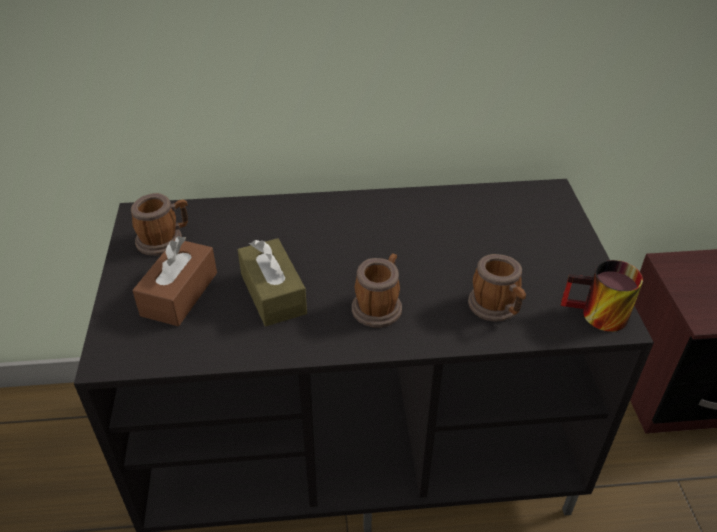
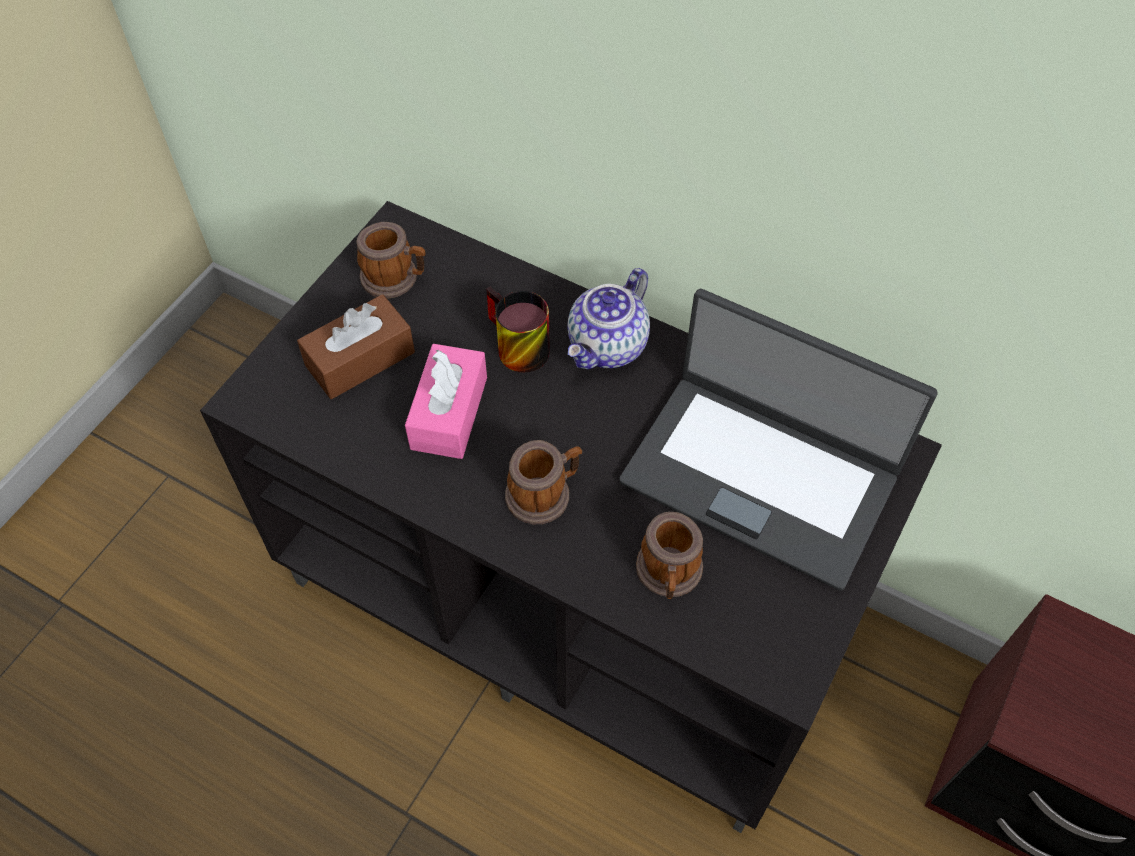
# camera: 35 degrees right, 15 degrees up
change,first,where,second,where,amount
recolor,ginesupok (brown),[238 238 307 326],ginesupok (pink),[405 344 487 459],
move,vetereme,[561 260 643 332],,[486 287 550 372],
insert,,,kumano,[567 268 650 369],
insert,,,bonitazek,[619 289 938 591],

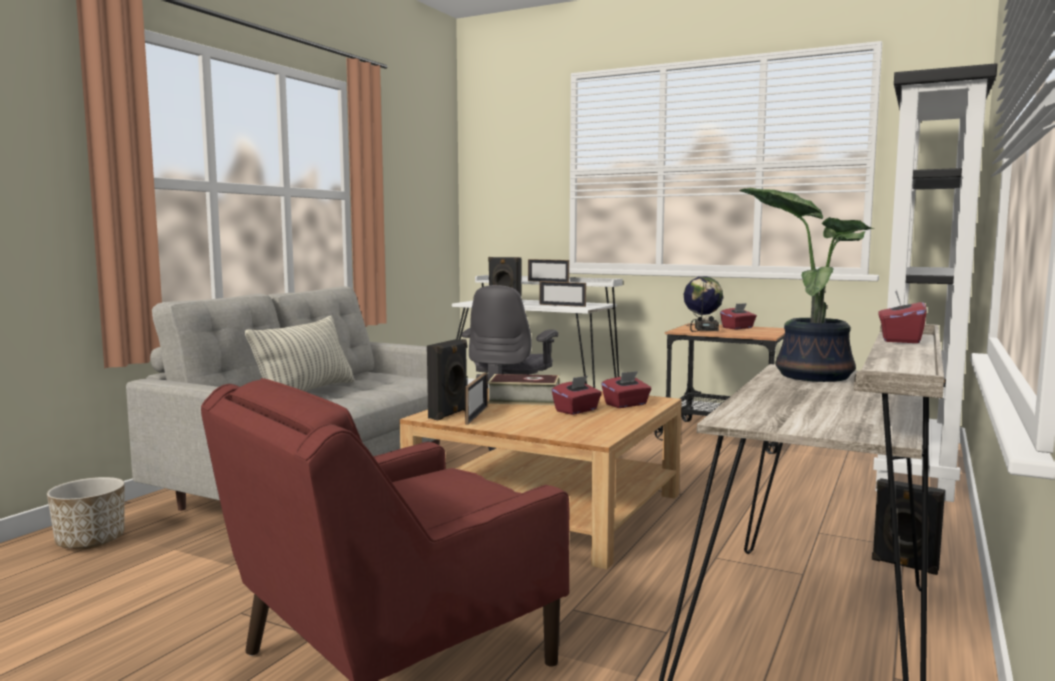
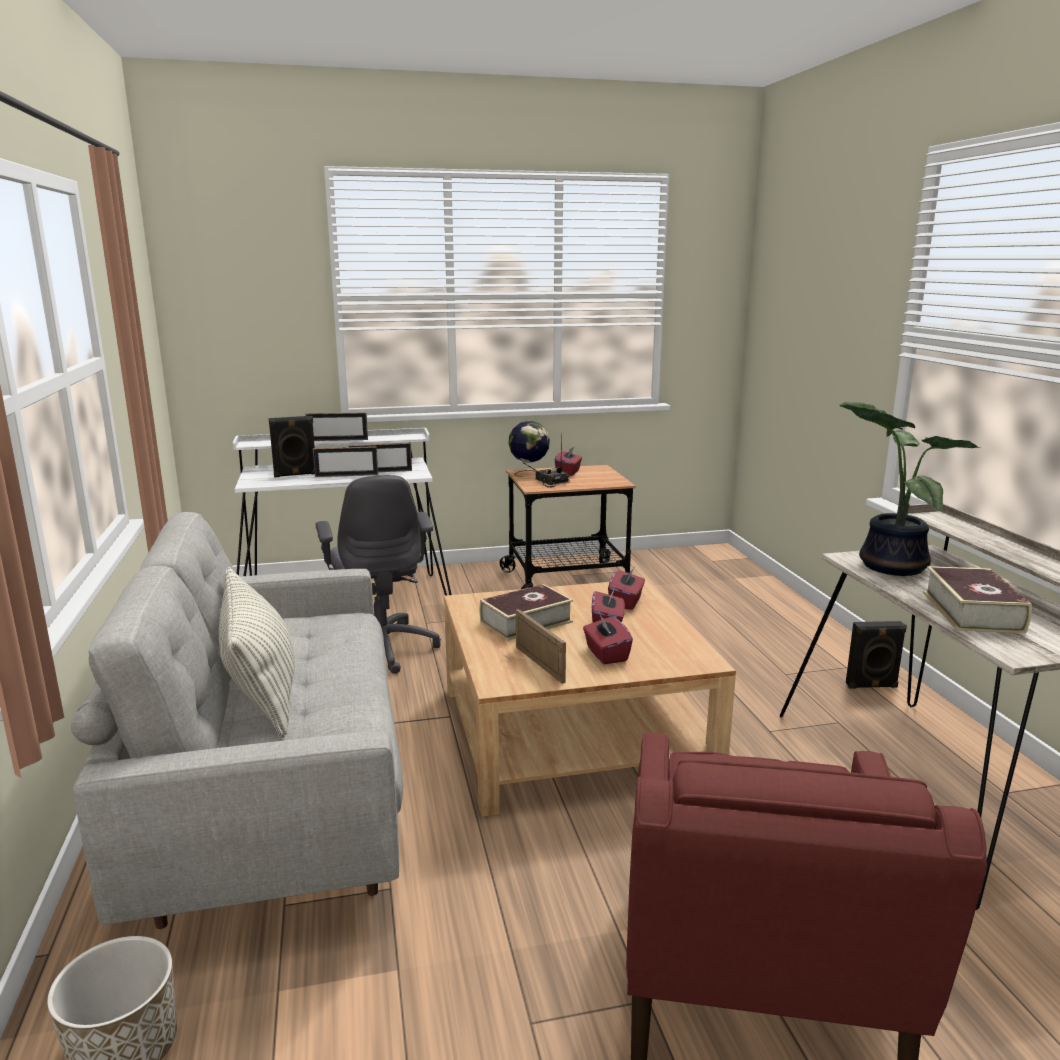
# camera: 40 degrees left, 10 degrees up
change,first,where,second,where,amount
delete,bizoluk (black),[873 63 997 502],,,
move,ginesupok (red),[878 289 927 343],,[583 613 633 664],
delete,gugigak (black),[427 339 467 420],,,
insert,,,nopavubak,[313 446 378 477],
insert,,,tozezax,[923 566 1032 633],

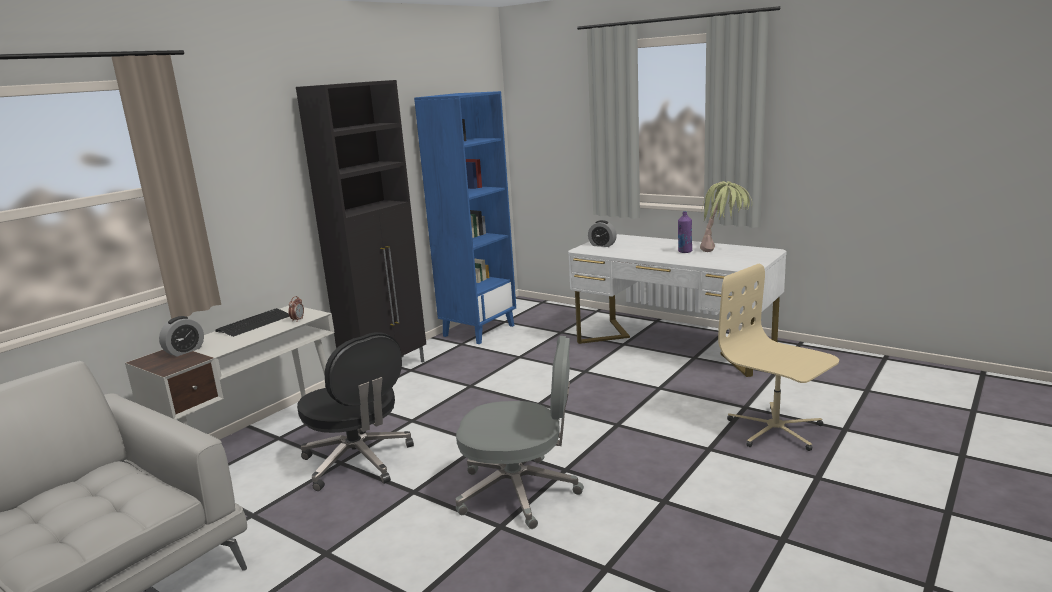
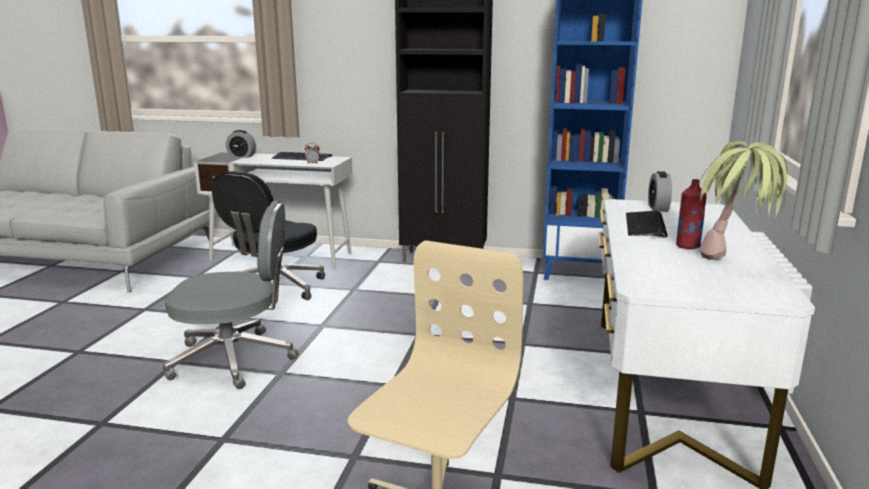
# camera: 65 degrees right, 0 degrees up
change,first,where,second,where,amount
recolor,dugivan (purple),[678 211 692 253],dugivan (red),[676 179 707 249],
rotate,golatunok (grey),[455 336 584 529],,[163 201 299 389],75 degrees counterclockwise
insert,,,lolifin,[626 211 667 238],

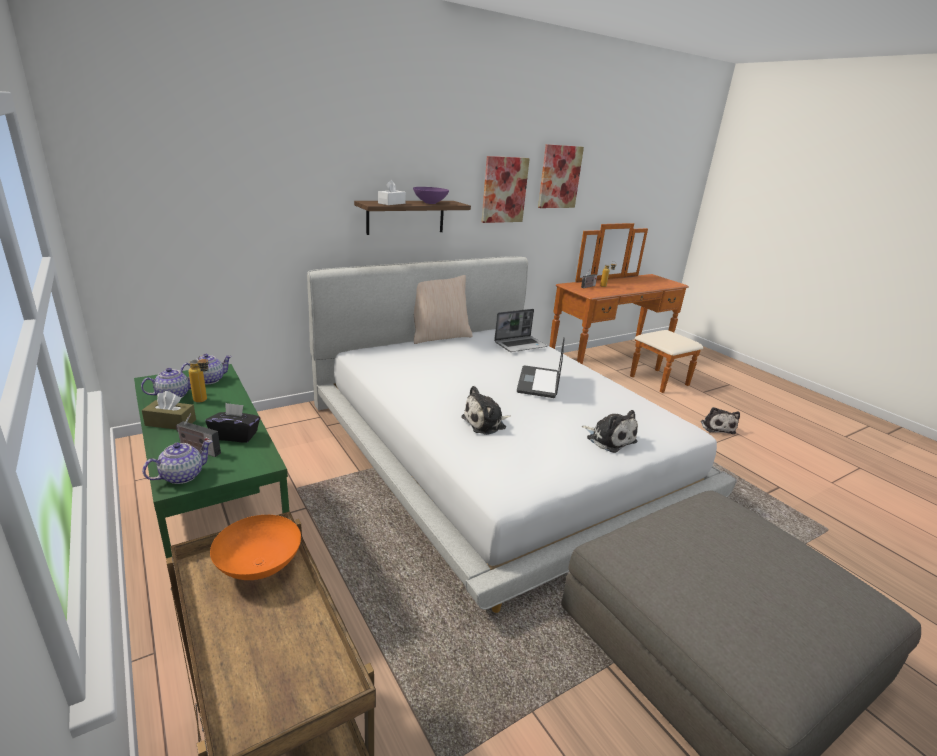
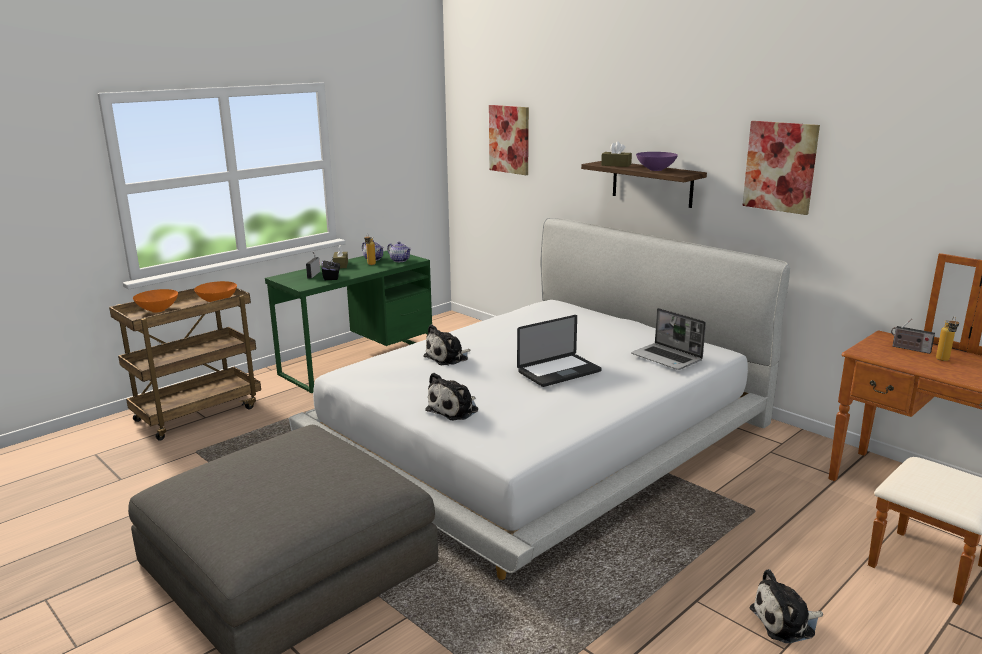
# camera: 80 degrees right, 5 degrees down
change,first,where,second,where,amount
move,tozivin,[538 144 584 208],,[489 105 529 175],
recolor,ginesupok (white),[378 180 406 205],ginesupok (brown),[601 141 632 167],
delete,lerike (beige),[414 275 473 344],,,
rotate,bonitazek,[517 338 564 398],,[517 315 601 387],150 degrees clockwise
rotate,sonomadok,[461 386 511 435],,[423 324 471 365],90 degrees counterclockwise
delete,kumano,[142 440 212 484],,,
insert,,,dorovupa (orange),[133 289 178 313],

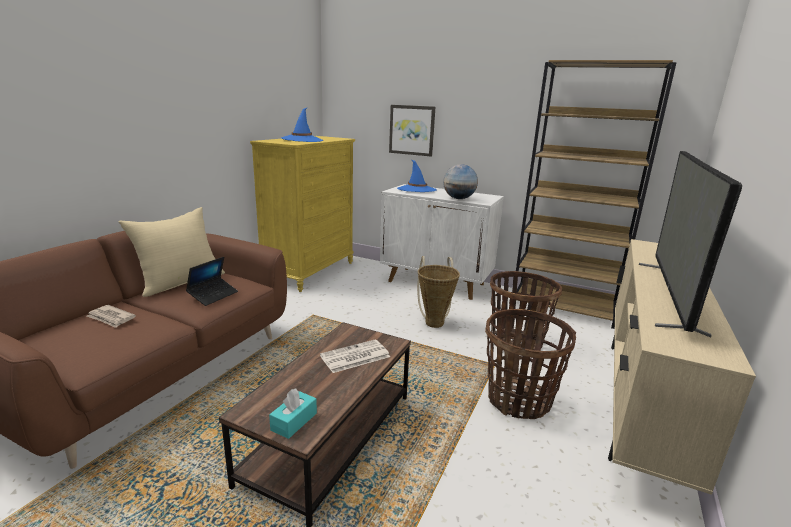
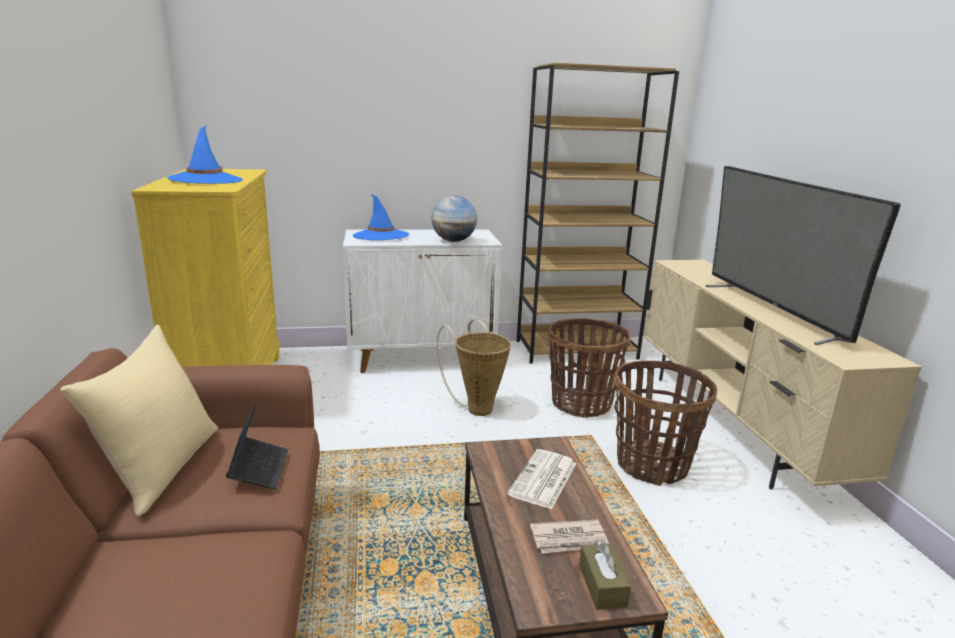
# camera: 35 degrees left, 0 degrees up
change,first,where,second,where,amount
delete,tozivin,[389 105 435 157],,,
move,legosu,[87 305 136 328],,[530 520 609 554],
recolor,ginesupok (turquoise),[269 389 317 439],ginesupok (brown),[579 541 631 610],

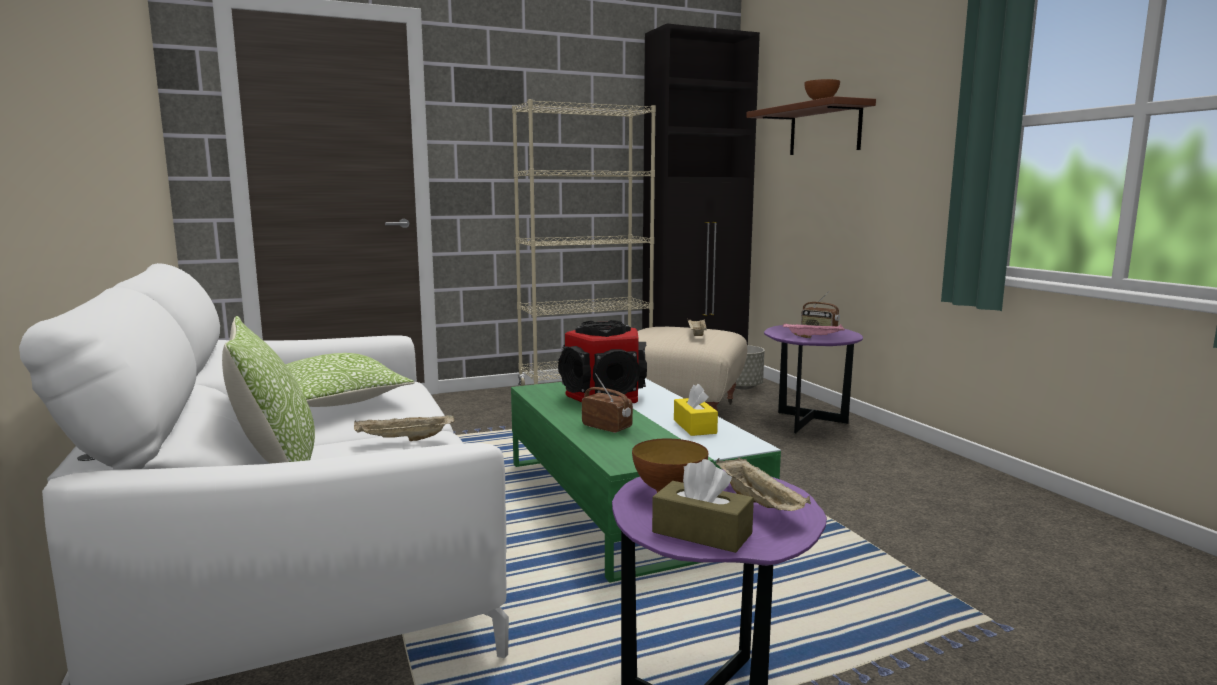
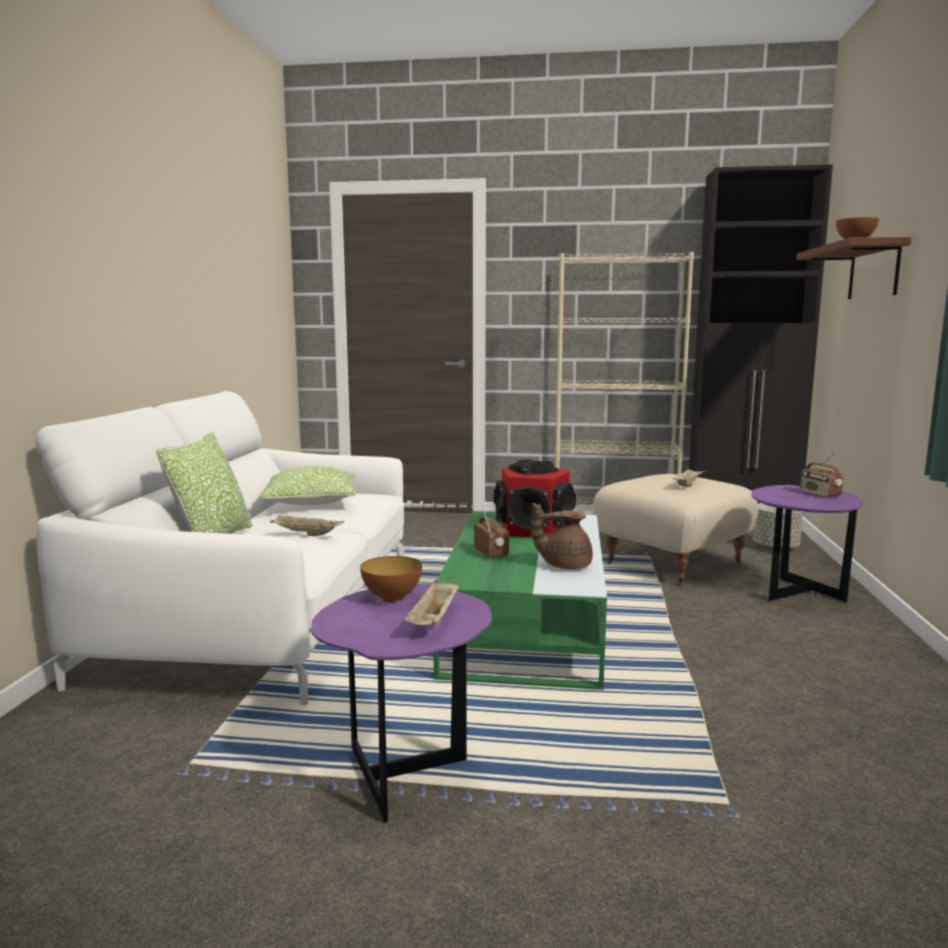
# camera: 30 degrees right, 0 degrees up
change,first,where,second,where,amount
delete,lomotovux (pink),[783 323 845 338],,,
replace,ginesupok (yellow),[674 384 718 436],kumano (brown),[532 503 593 569],
delete,ginesupok (brown),[652 459 754 553],,,

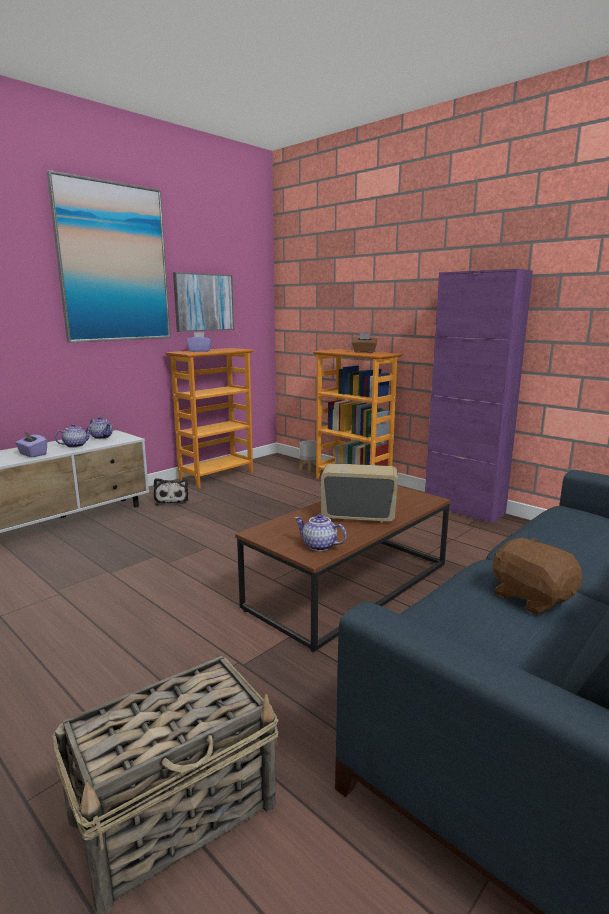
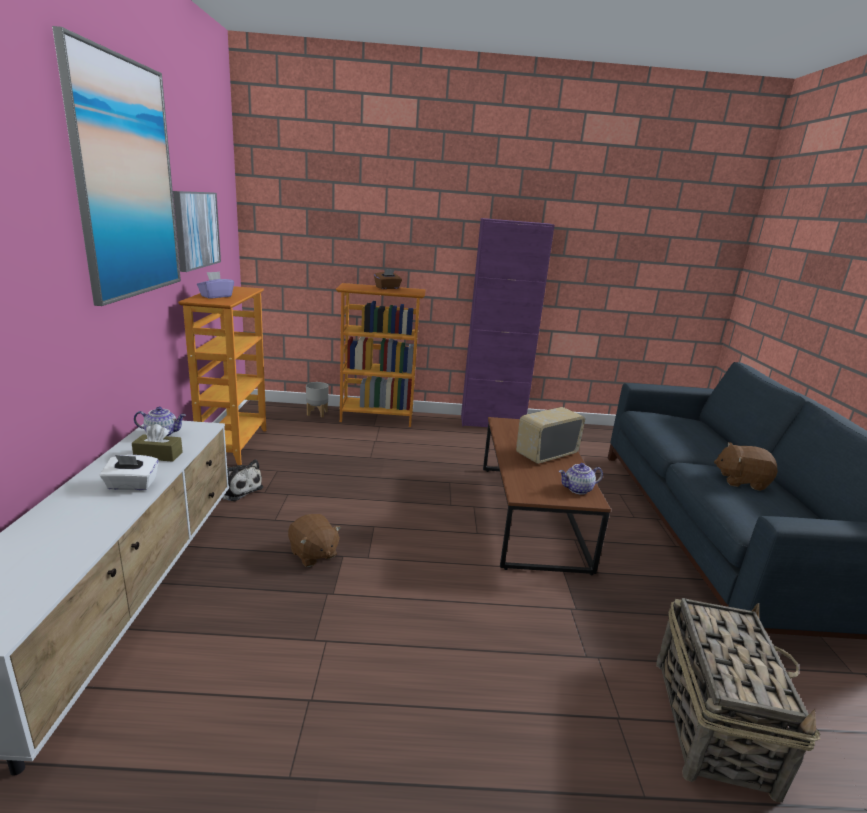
# camera: 45 degrees left, 5 degrees up
change,first,where,second,where,amount
replace,kumano,[55 424 91 448],ginesupok (brown),[132 424 183 462],
recolor,ginesupok (purple),[15 431 47 458],ginesupok (white),[100 455 159 491],
insert,,,sonomadok (brown),[288 514 341 567],

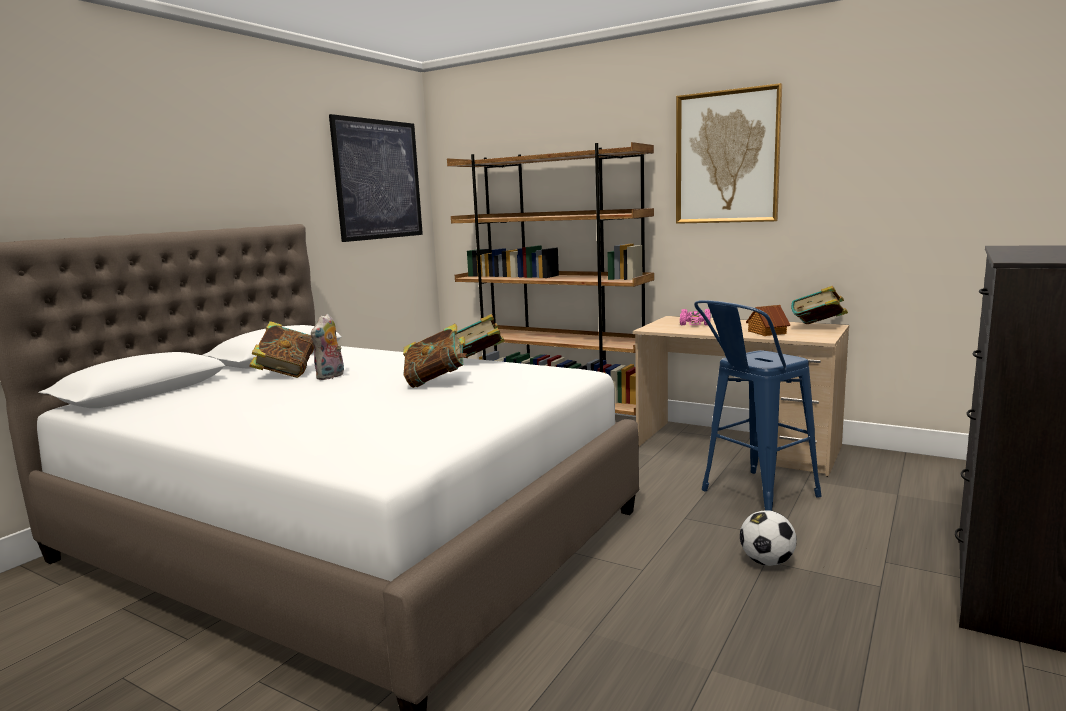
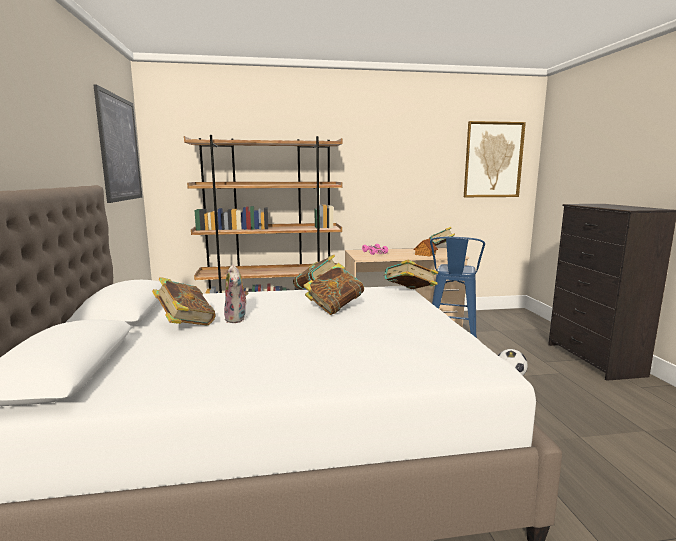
# camera: 40 degrees left, 0 degrees up
change,first,where,second,where,amount
move,tozivin,[676 83 782 224],,[464 121 526 197],
insert,,,tozezax,[384 260 438 289],

